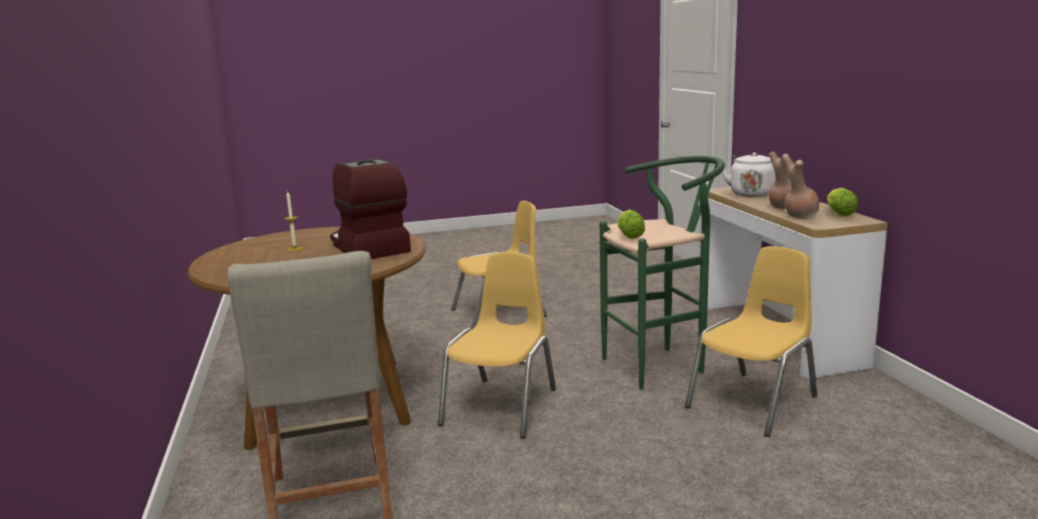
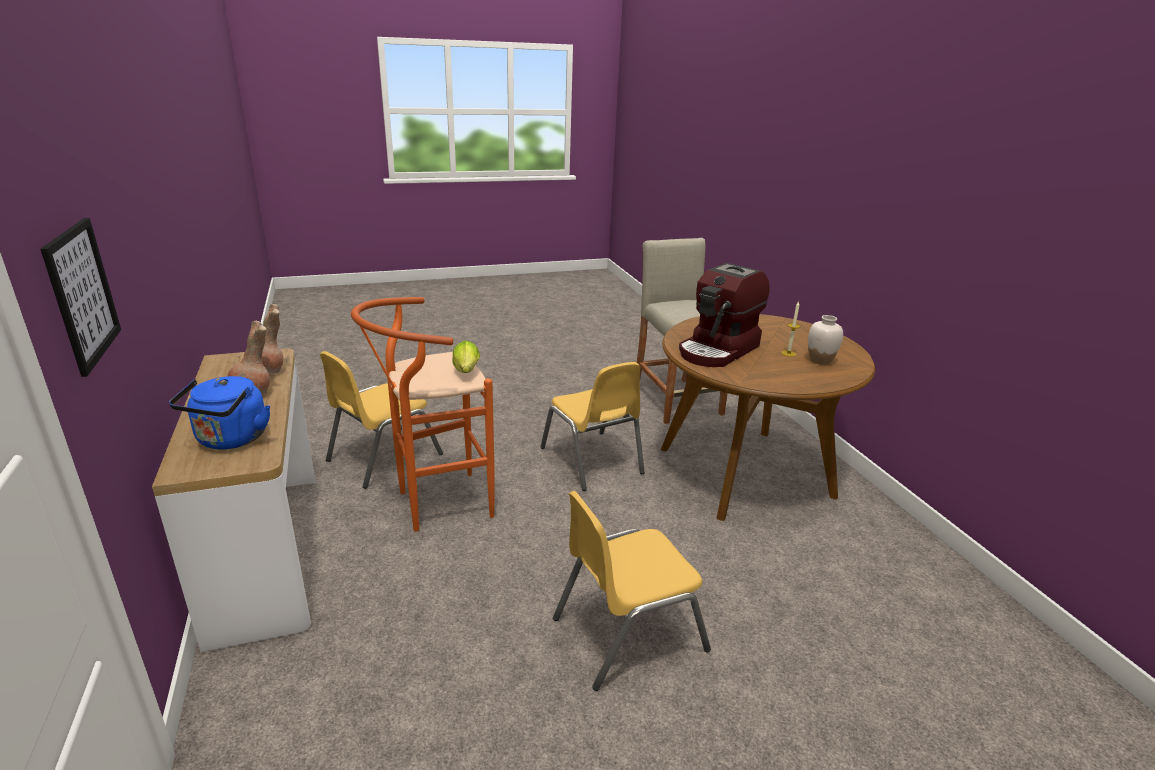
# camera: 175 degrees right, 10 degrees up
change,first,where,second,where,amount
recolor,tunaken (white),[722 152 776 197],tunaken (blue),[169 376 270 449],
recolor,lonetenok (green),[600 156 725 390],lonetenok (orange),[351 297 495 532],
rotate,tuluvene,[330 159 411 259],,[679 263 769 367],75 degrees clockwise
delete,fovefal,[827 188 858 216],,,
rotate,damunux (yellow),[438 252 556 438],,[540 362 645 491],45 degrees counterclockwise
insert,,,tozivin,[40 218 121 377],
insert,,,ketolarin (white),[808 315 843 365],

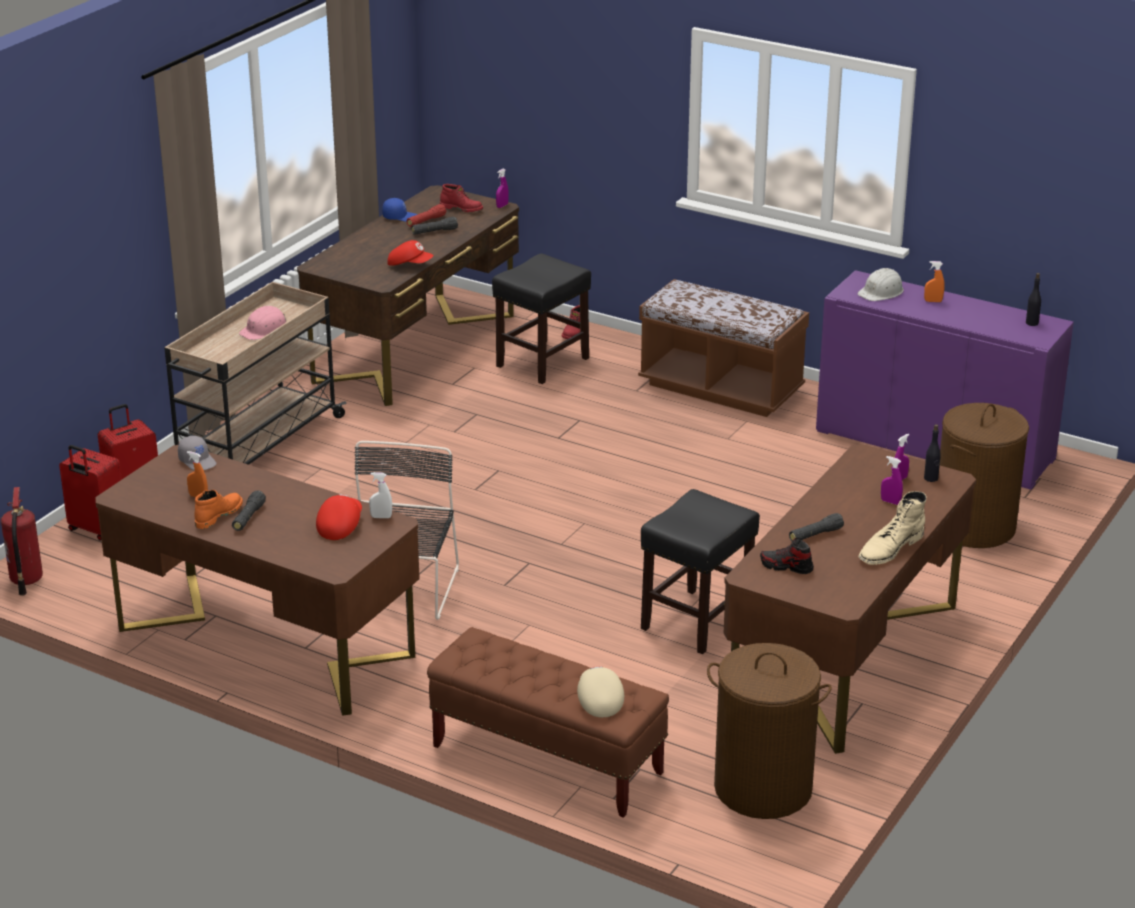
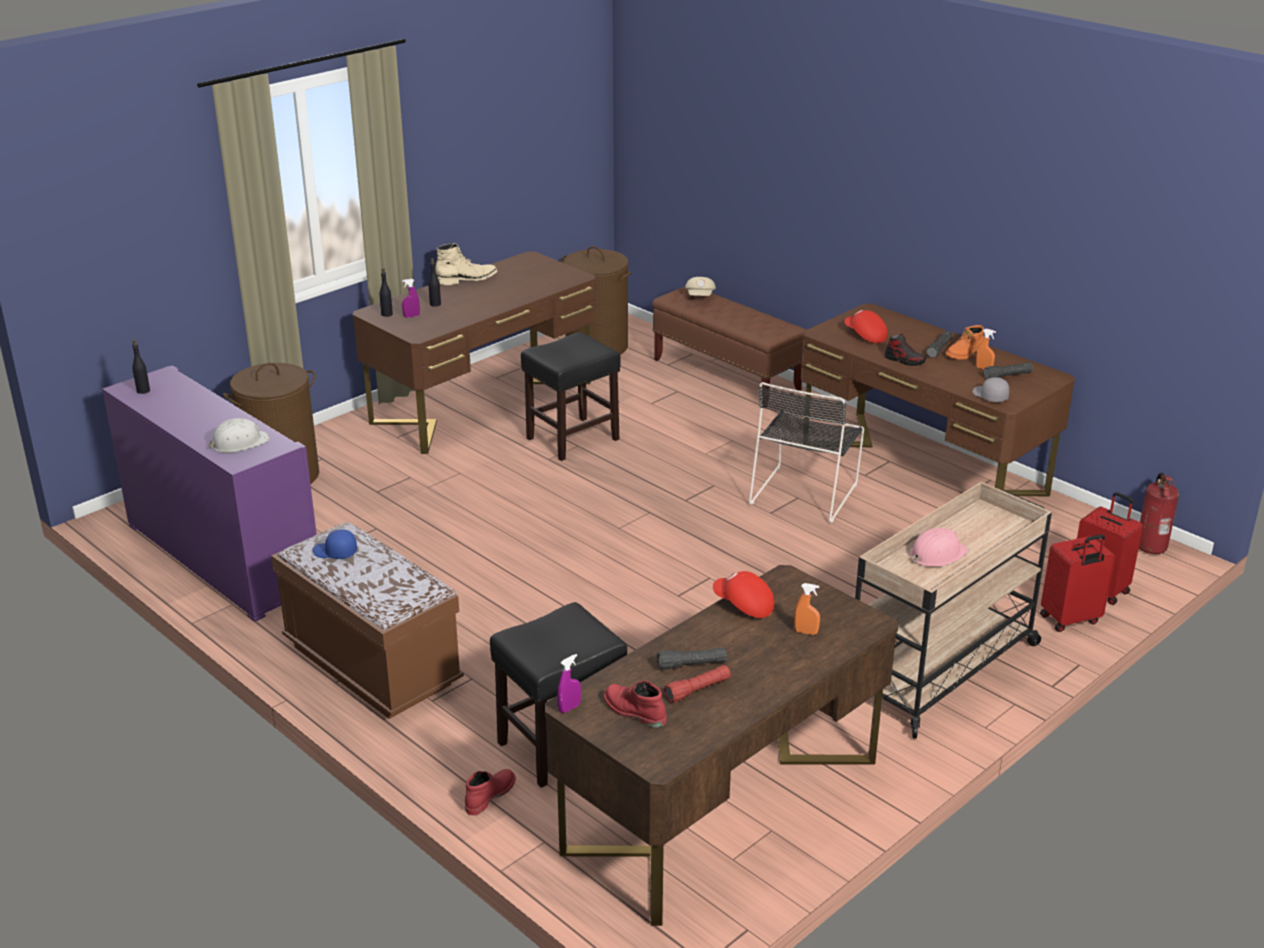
# camera: 165 degrees left, 0 degrees up
change,first,where,second,where,amount
move,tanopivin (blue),[382 198 418 222],,[313 529 357 559],
move,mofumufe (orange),[924 261 945 302],,[794 583 820 635],
replace,mofumufe (purple),[881 456 903 505],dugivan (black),[428 259 441 307],
delete,mofumufe (white),[369 472 392 518],,,
rotate,tanopivin (red),[316 494 362 540],,[844 310 888 343],105 degrees clockwise
move,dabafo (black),[789 513 844 541],,[983 362 1033 380],
move,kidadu,[760 538 814 574],,[885 333 926 366],

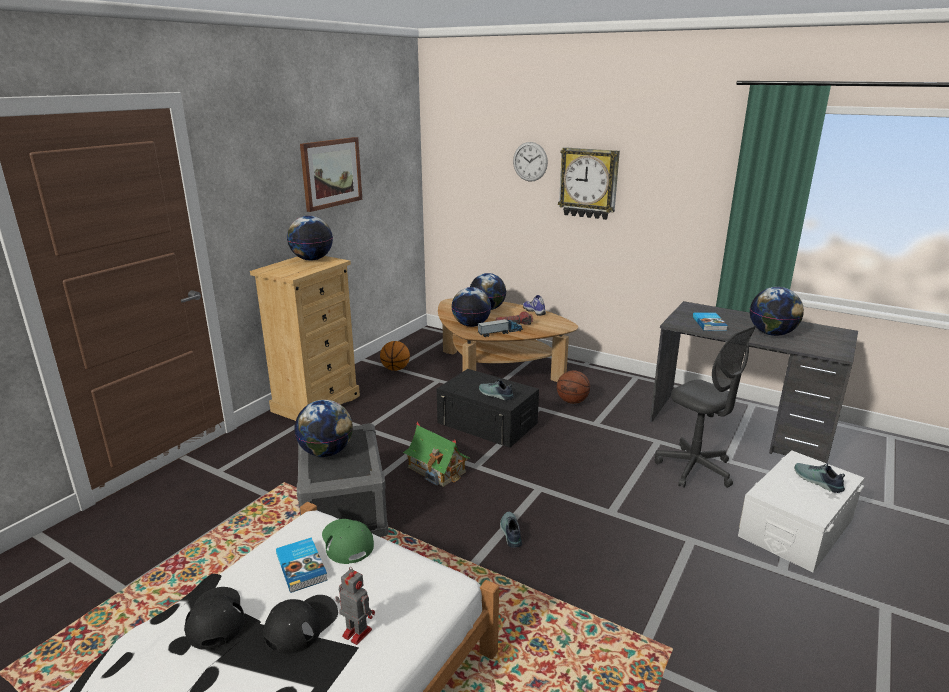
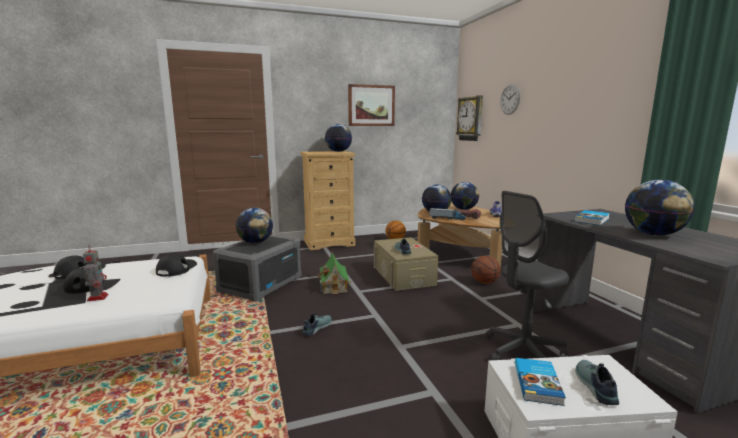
# camera: 40 degrees right, 10 degrees down
change,first,where,second,where,amount
move,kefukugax,[558 147 620 220],,[456 95 483 141],
rotate,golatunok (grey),[655 326 756 488],,[485 191 569 360],60 degrees clockwise
recolor,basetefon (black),[437 369 539 448],basetefon (beige),[374 237 438 291],
recolor,tanopivin (green),[322 519 374 564],tanopivin (black),[156 254 197 277],
move,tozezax,[276 537 328 593],,[515 358 566 406],

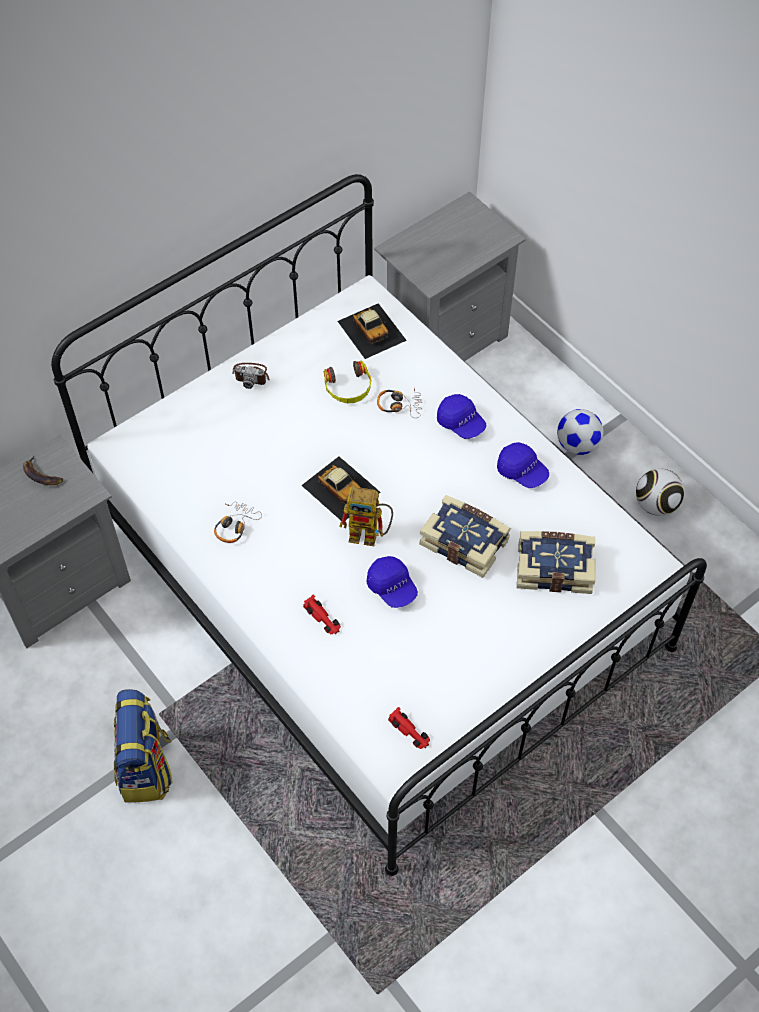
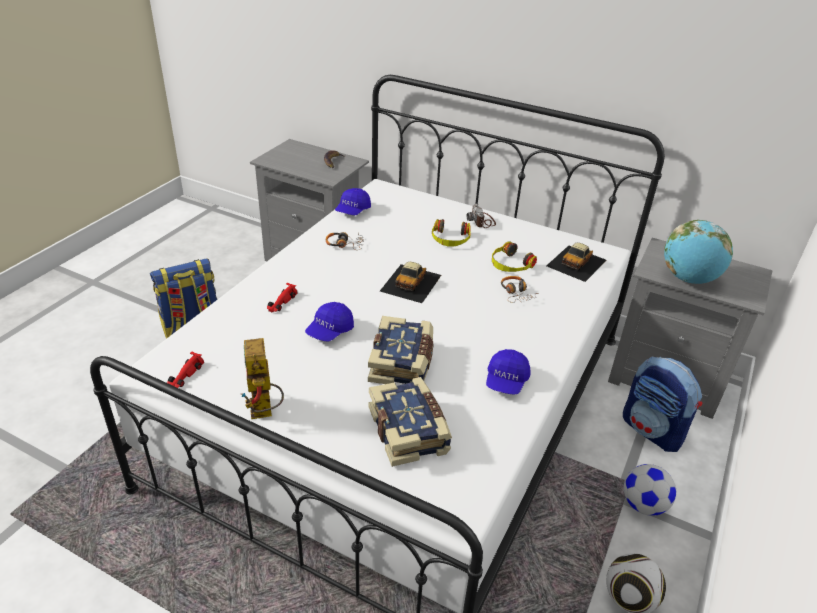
# camera: 65 degrees right, 20 degrees down
change,first,where,second,where,amount
move,tanopivin (blue),[437 394 486 439],,[335 188 371 215],
move,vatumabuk,[339 487 393 546],,[241 338 284 419],
insert,,,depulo,[432 219 471 247],
insert,,,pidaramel,[664 220 733 284],
insert,,,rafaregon,[623 356 702 452],

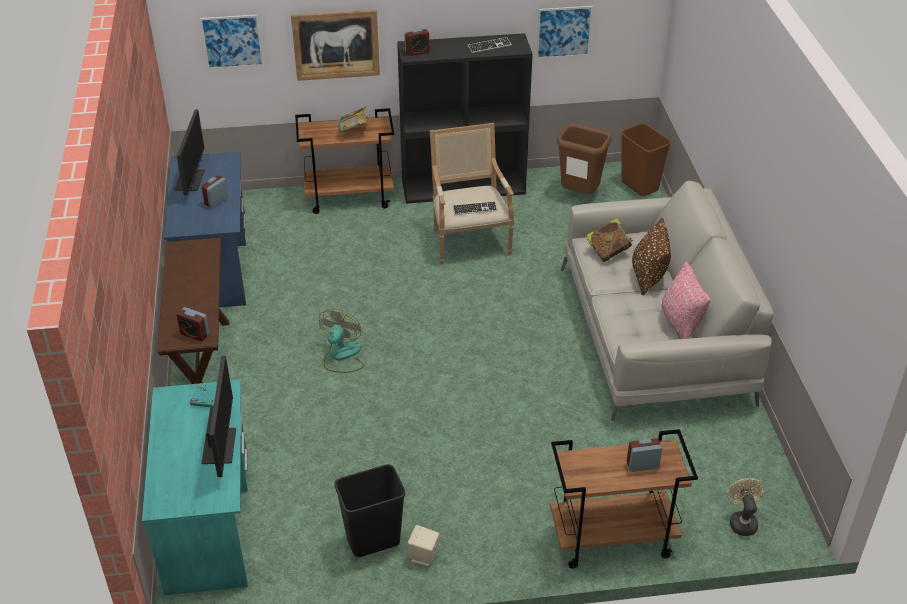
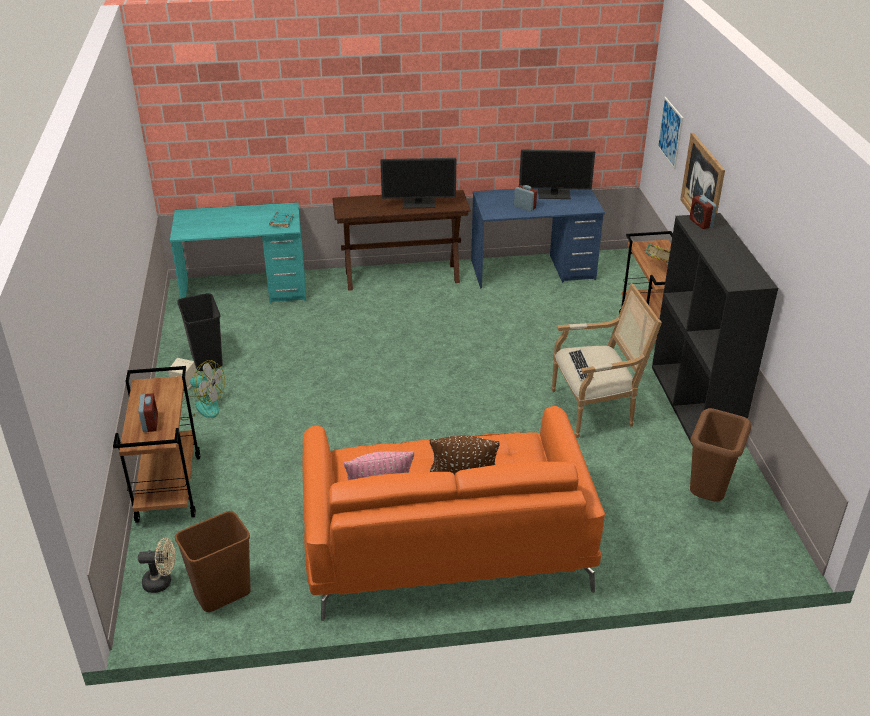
# camera: 90 degrees right, 5 degrees down
change,first,where,second,where,amount
delete,tozivin,[536 6 593 59],,,
delete,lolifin,[467 37 512 53],,,
move,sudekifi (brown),[621 123 671 196],,[175 511 251 612],
recolor,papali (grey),[561 181 774 421],papali (orange),[303 406 605 621],
delete,tozezax,[586 218 633 262],,,
delete,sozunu,[177 307 209 342],,,
move,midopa,[319 308 364 373],,[180 360 225 420],
move,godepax,[201 356 236 477],,[380 158 456 209],

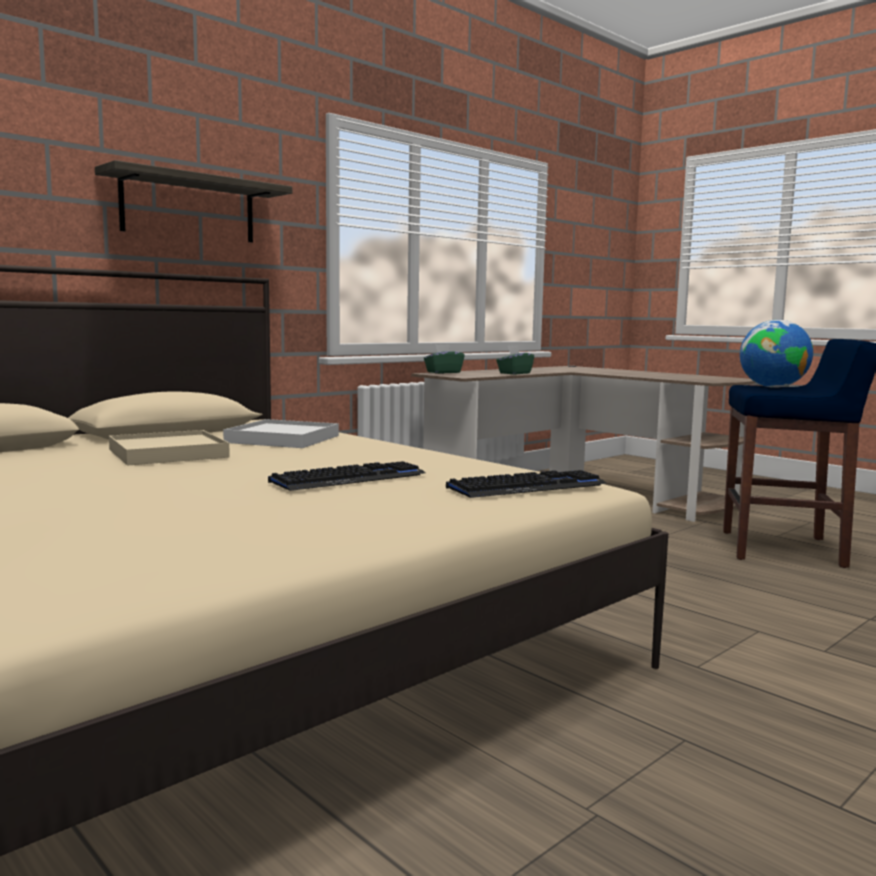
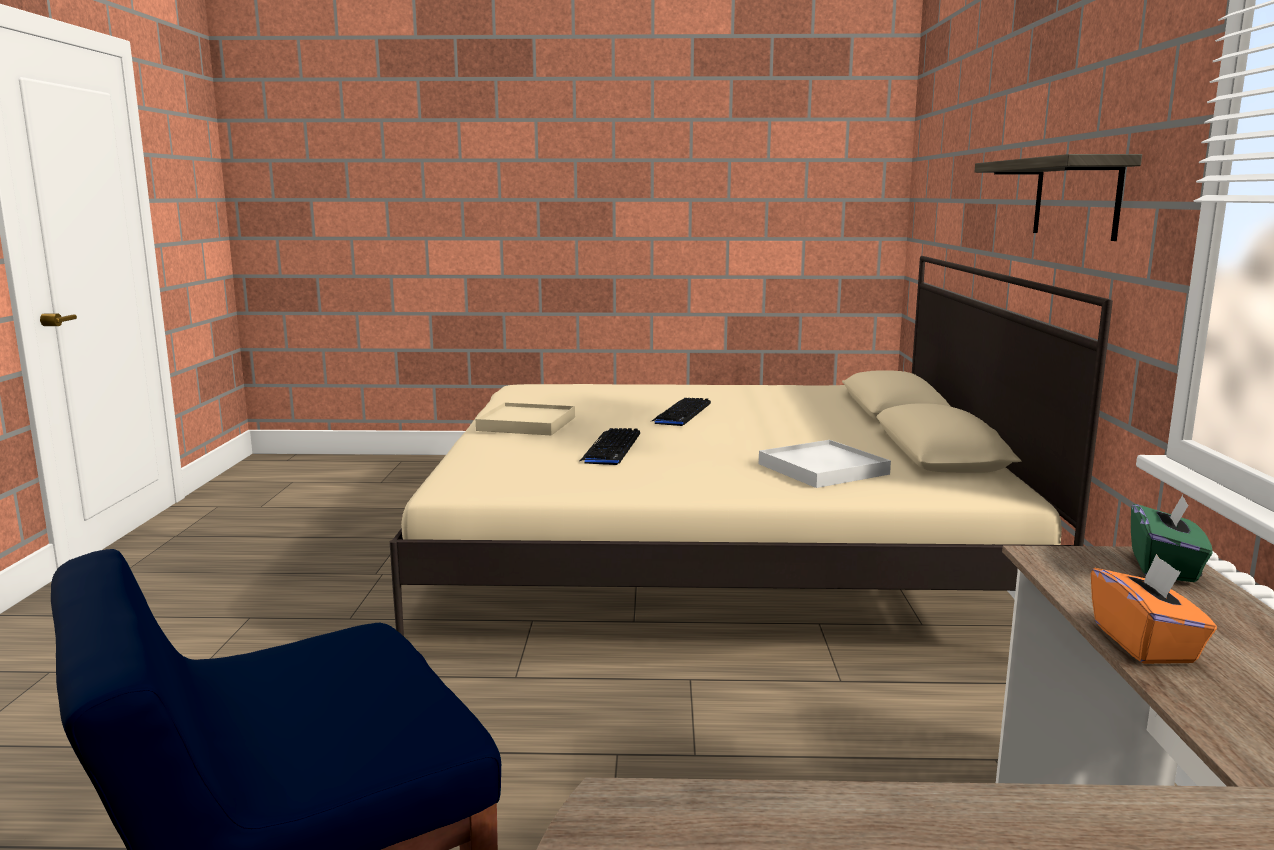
# camera: 135 degrees right, 5 degrees up
change,first,where,second,where,amount
delete,pidaramel,[740 320 813 388],,,
recolor,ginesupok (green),[496 346 534 375],ginesupok (orange),[1091 554 1217 664],
move,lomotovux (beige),[109 430 230 466],,[476 402 575 435],
move,lolifin,[446 470 607 498],,[650 398 711 426],

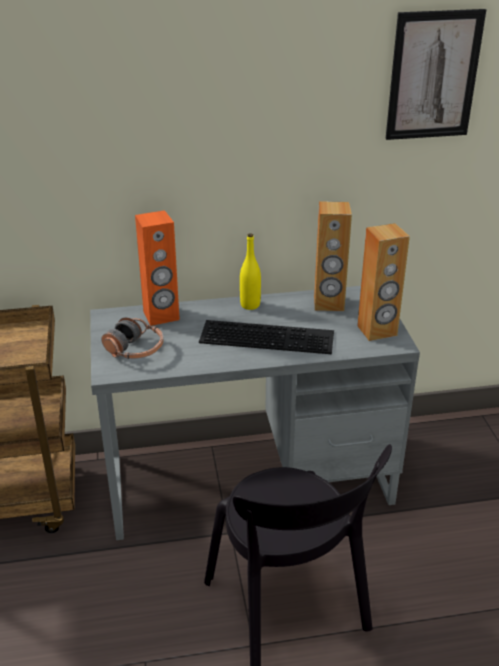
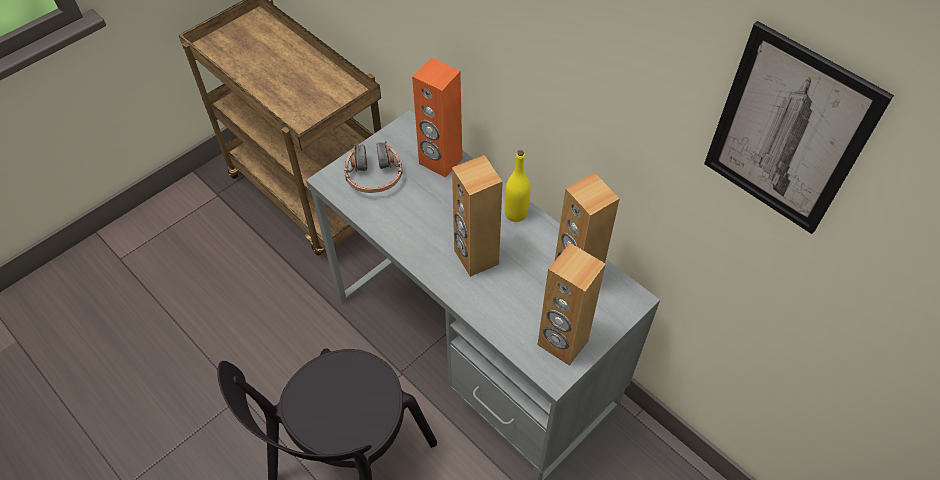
# camera: 55 degrees right, 20 degrees up
change,first,where,second,where,amount
replace,lolifin,[199 320 334 354],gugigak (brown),[452 155 503 277],

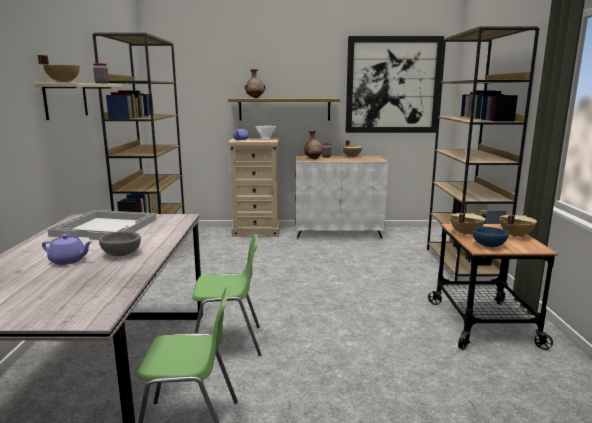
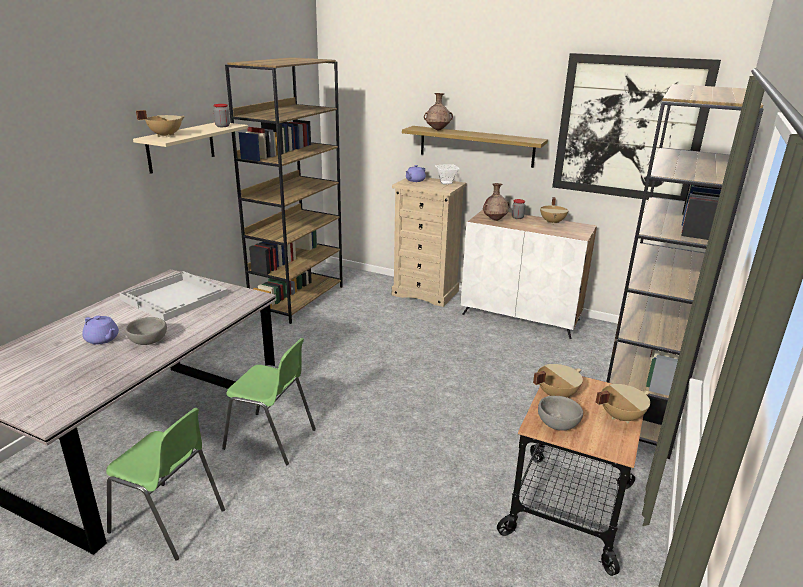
# camera: 25 degrees right, 10 degrees up
change,first,where,second,where,amount
recolor,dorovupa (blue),[473 227 509 247],dorovupa (grey),[538 396 583 431],

